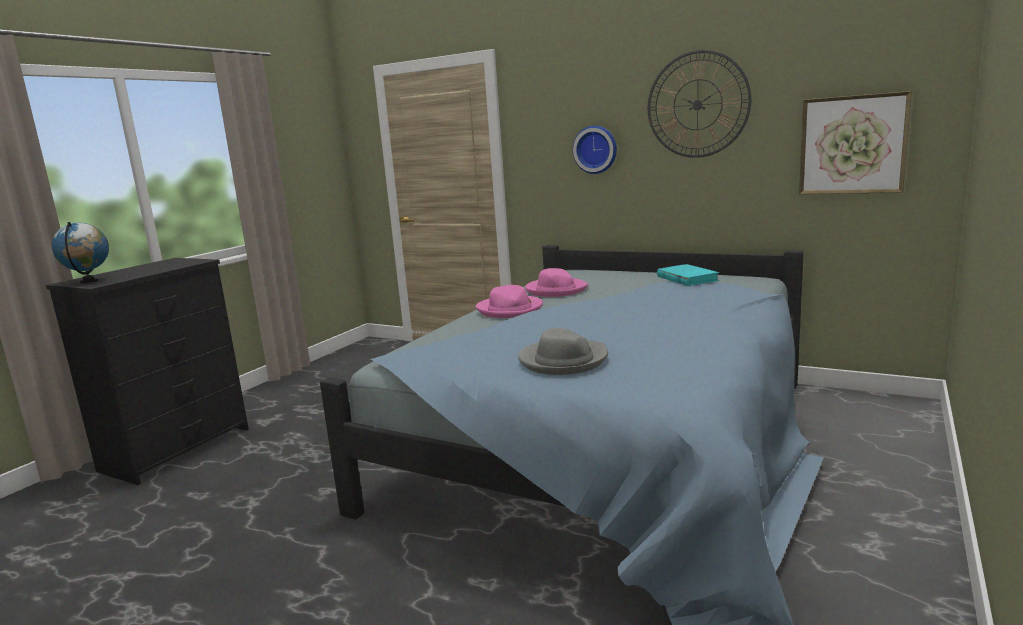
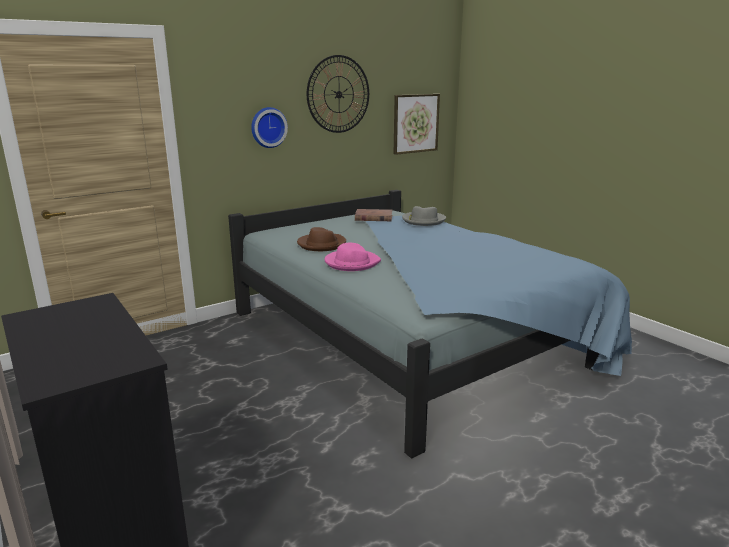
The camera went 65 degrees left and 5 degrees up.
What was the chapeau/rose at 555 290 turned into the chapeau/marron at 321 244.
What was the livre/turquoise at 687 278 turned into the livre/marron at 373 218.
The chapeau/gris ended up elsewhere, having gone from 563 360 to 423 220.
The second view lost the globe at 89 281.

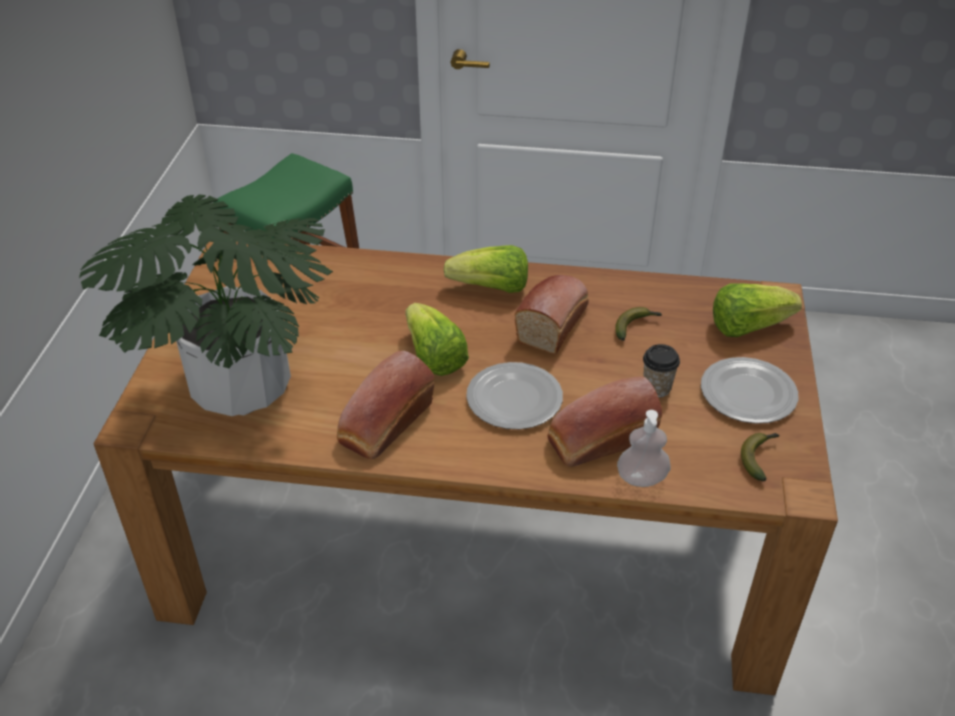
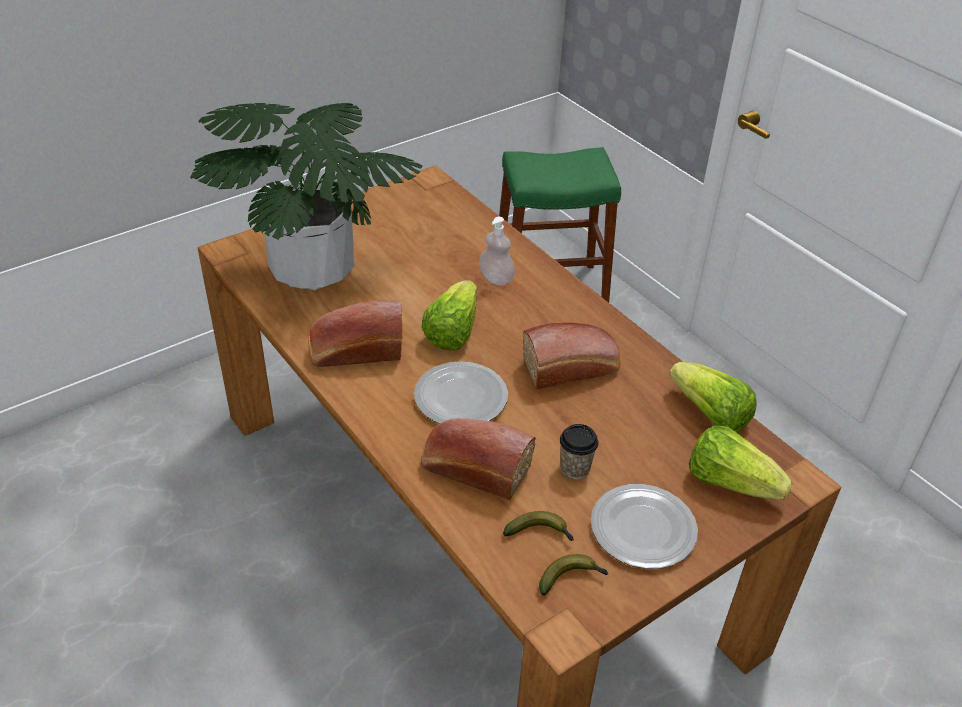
The camera went 45 degrees right and 0 degrees up.
The distributeur de savon ended up elsewhere, having gone from 641 478 to 496 279.
The banane ended up elsewhere, having gone from 635 326 to 540 533.
The laitue ended up elsewhere, having gone from 491 288 to 709 414.

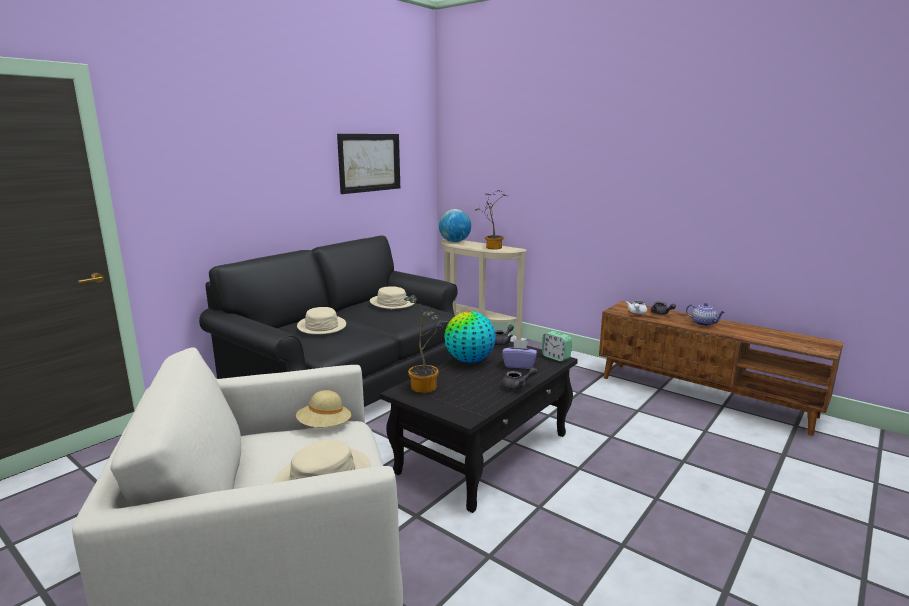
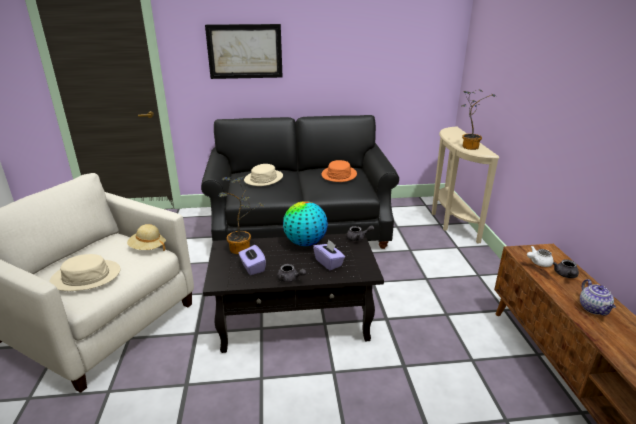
The camera went 45 degrees right and 10 degrees up.
The tableau ended up elsewhere, having gone from 369 162 to 245 51.
The second view gained the boîte à mouchoirs/violet at 252 267.
What was the chapeau/beige at 392 303 turned into the chapeau/orange at 339 175.
The second view lost the globe at 454 242.
The second view lost the réveil at 556 357.

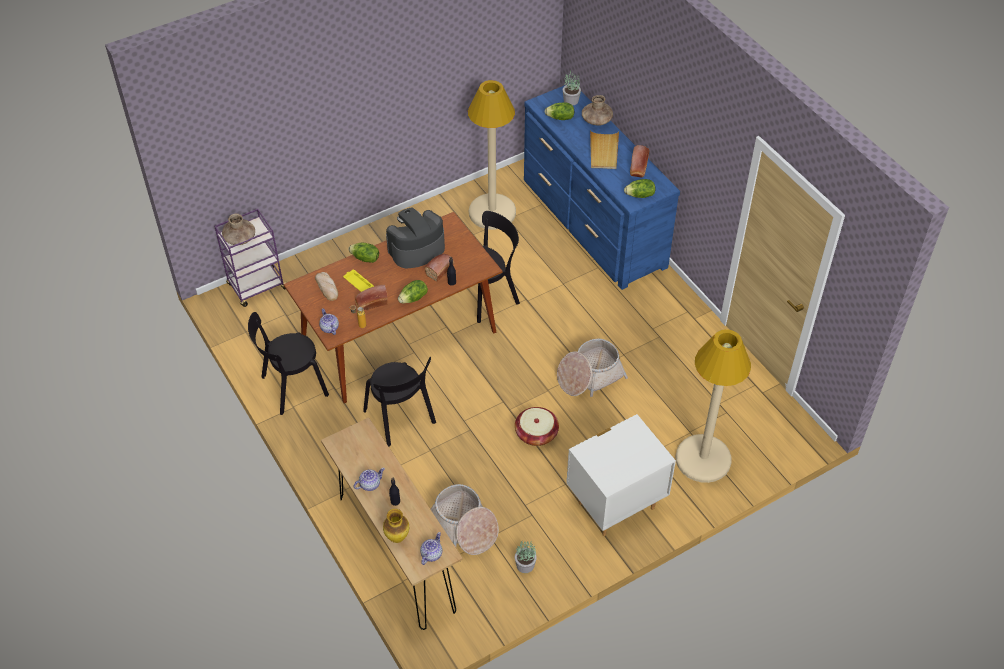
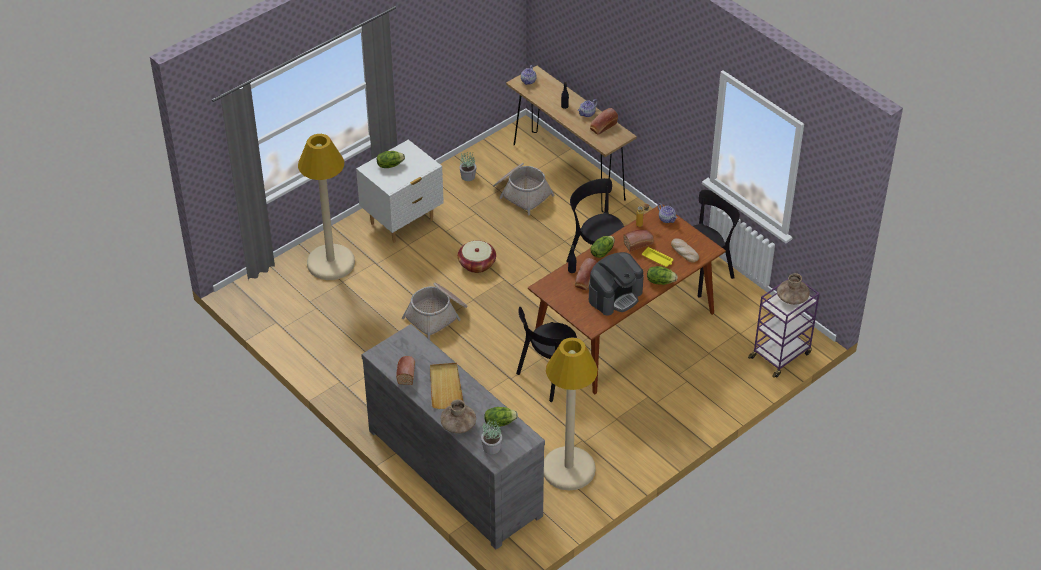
The camera went 170 degrees right and 5 degrees down.
What was the commode/bleu at 593 223 turned into the commode/gris at 455 471.
The laitue ended up elsewhere, having gone from 640 195 to 390 165.
The second view gained the pain at 602 127.
The second view lost the vase at 397 538.

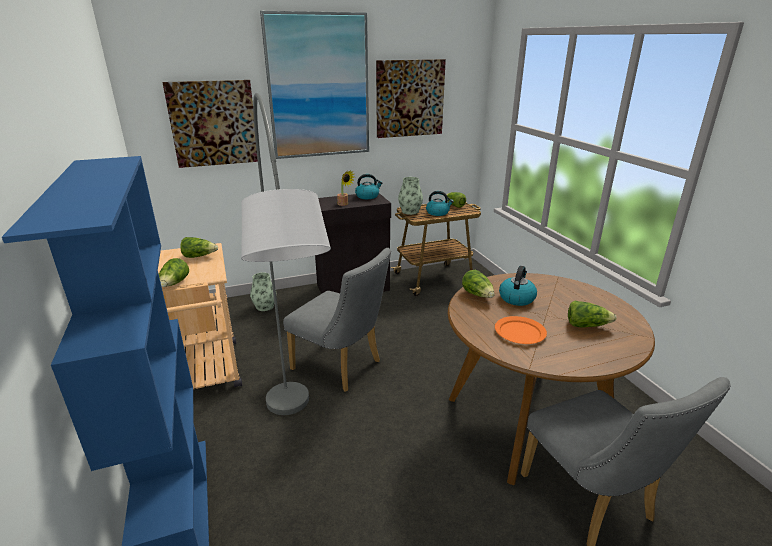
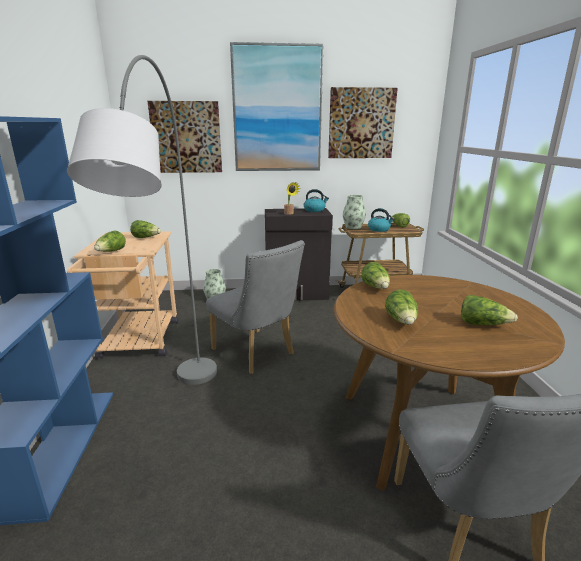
The camera went 15 degrees right and 5 degrees down.
Where the assiette/orange stood at 520 332, the laitue came to stand at 402 321.
The second view lost the bouilloire at 516 298.

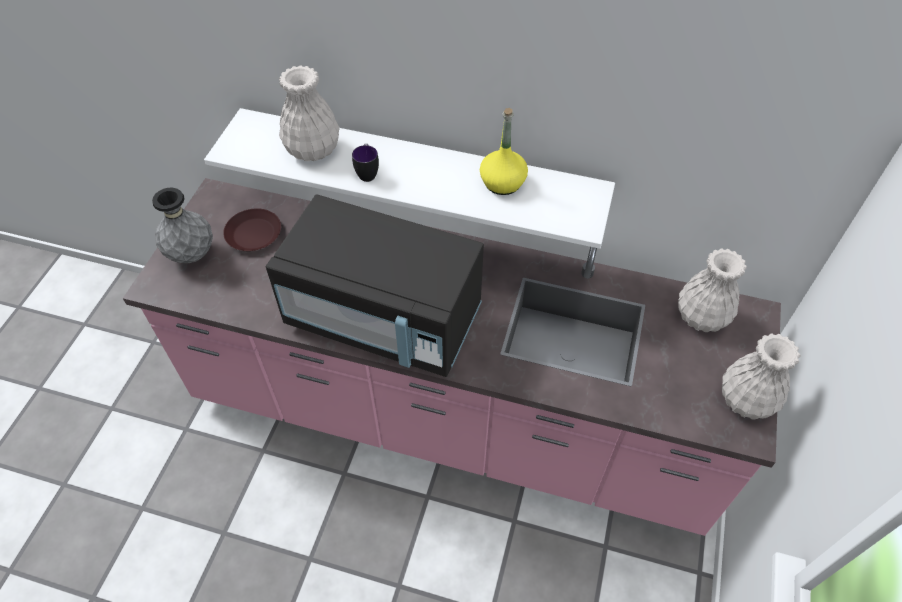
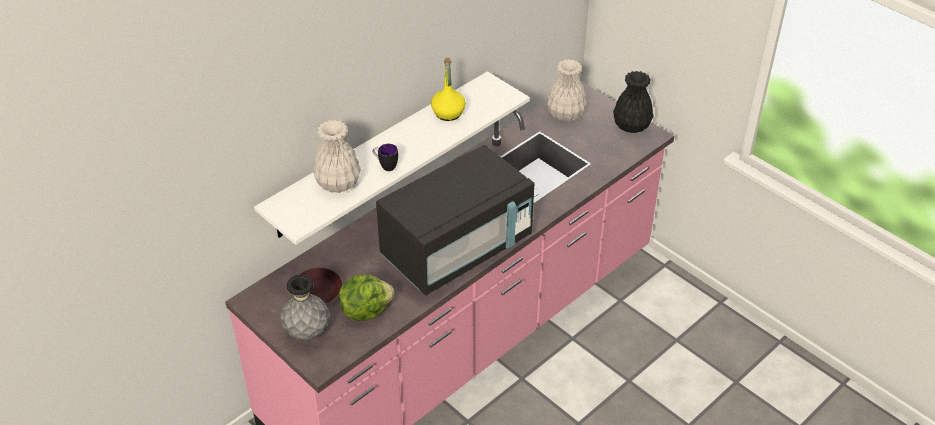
The camera went 60 degrees left and 10 degrees down.
The second view gained the laitue at 365 310.
What was the vase/blanc at 746 399 turned into the vase/noir at 631 125.

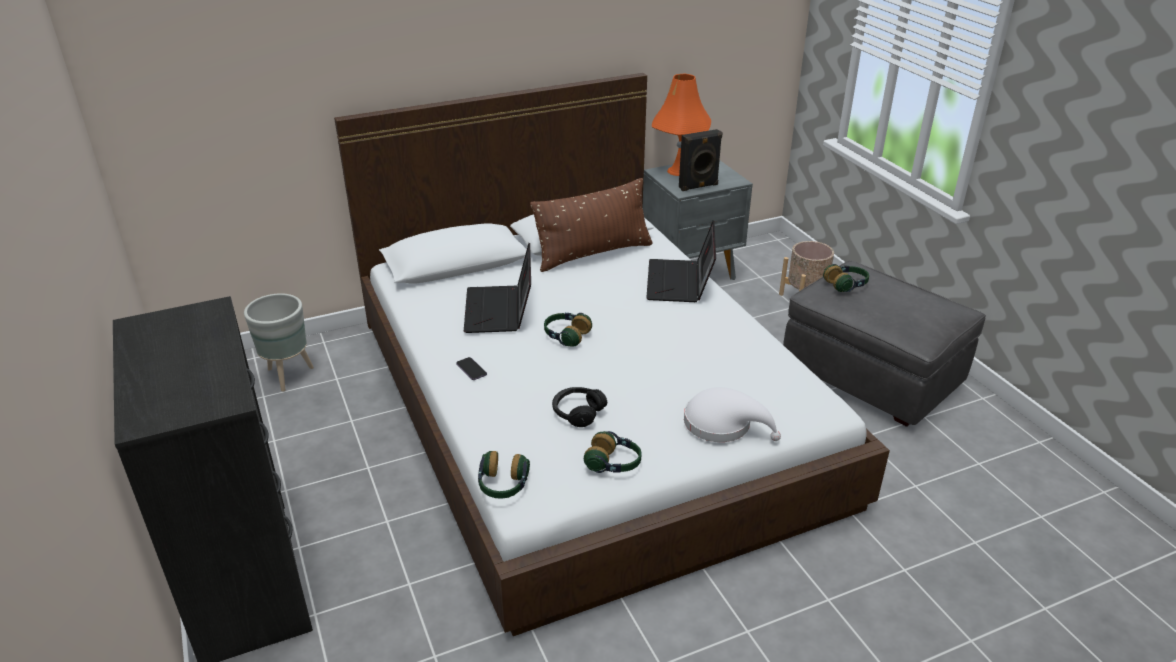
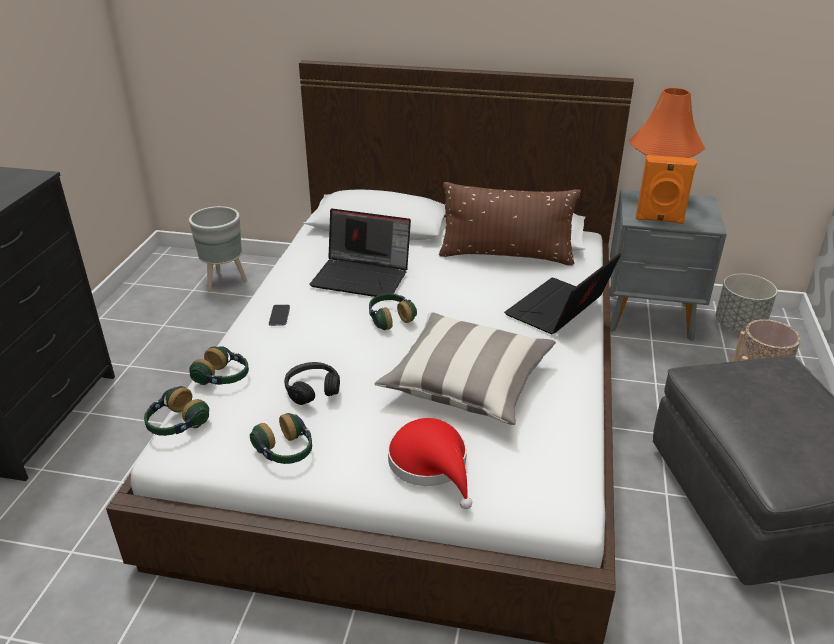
The camera went 35 degrees right and 0 degrees up.
The casque audio ended up elsewhere, having gone from 846 285 to 223 378.
The ordinateur portable at 500 311 ended up facing another way, 105 degrees counterclockwise from before.
The second view gained the coussin at 467 383.
What was the chapeau/blanc at 723 424 turned into the chapeau/rouge at 431 465.
What was the enceinte/noir at 698 186 turned into the enceinte/orange at 659 220.
The second view gained the cache-pot/gris at 739 325.

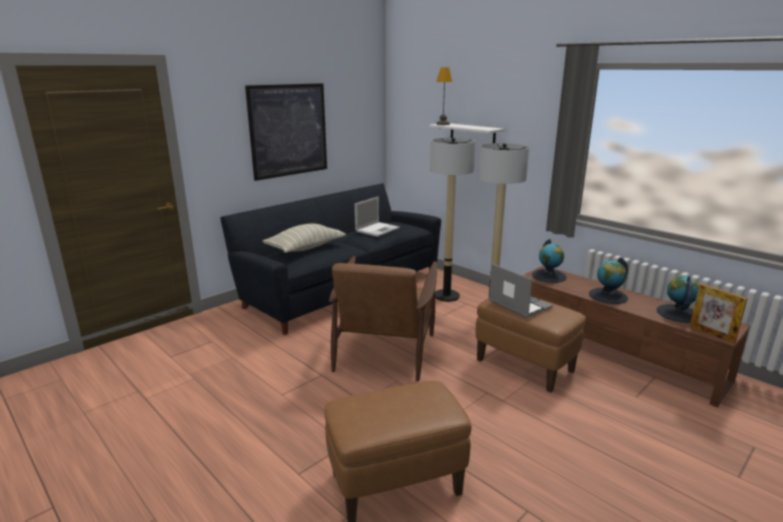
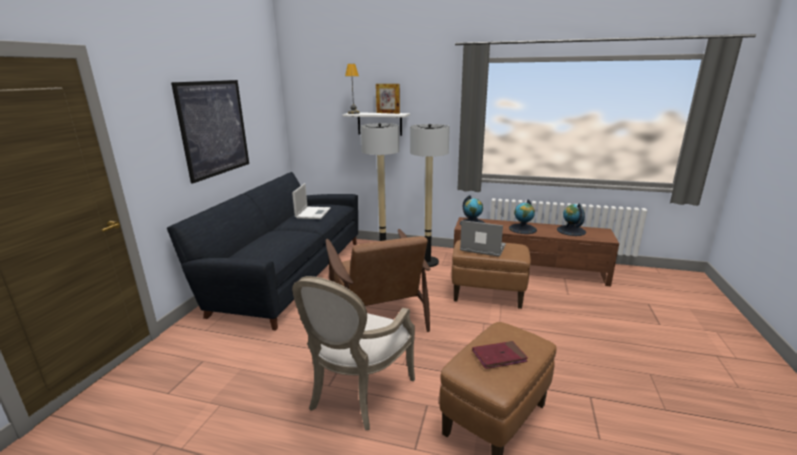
The camera went 30 degrees left and 0 degrees up.
The second view gained the fauteuil at 355 394.
The cadre photo ended up elsewhere, having gone from 711 334 to 388 113.
The second view gained the livre/rouge at 499 357.
The second view lost the coussin at 305 248.

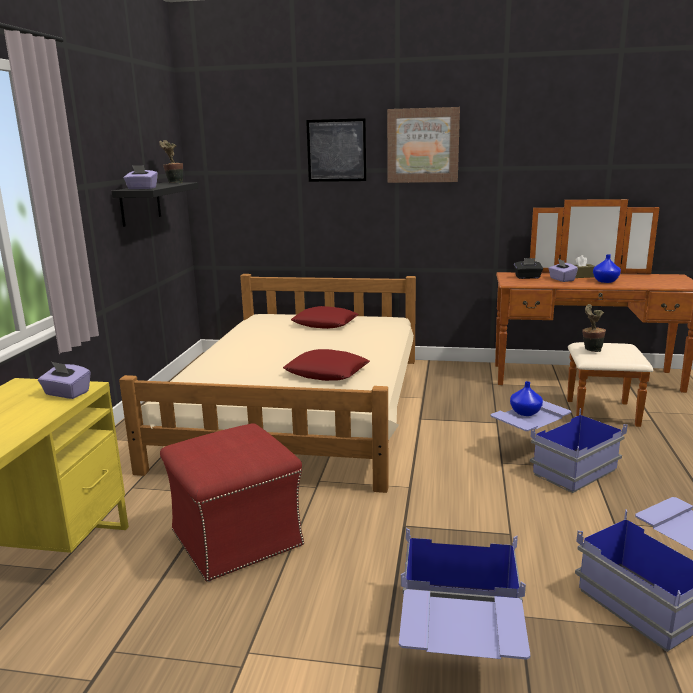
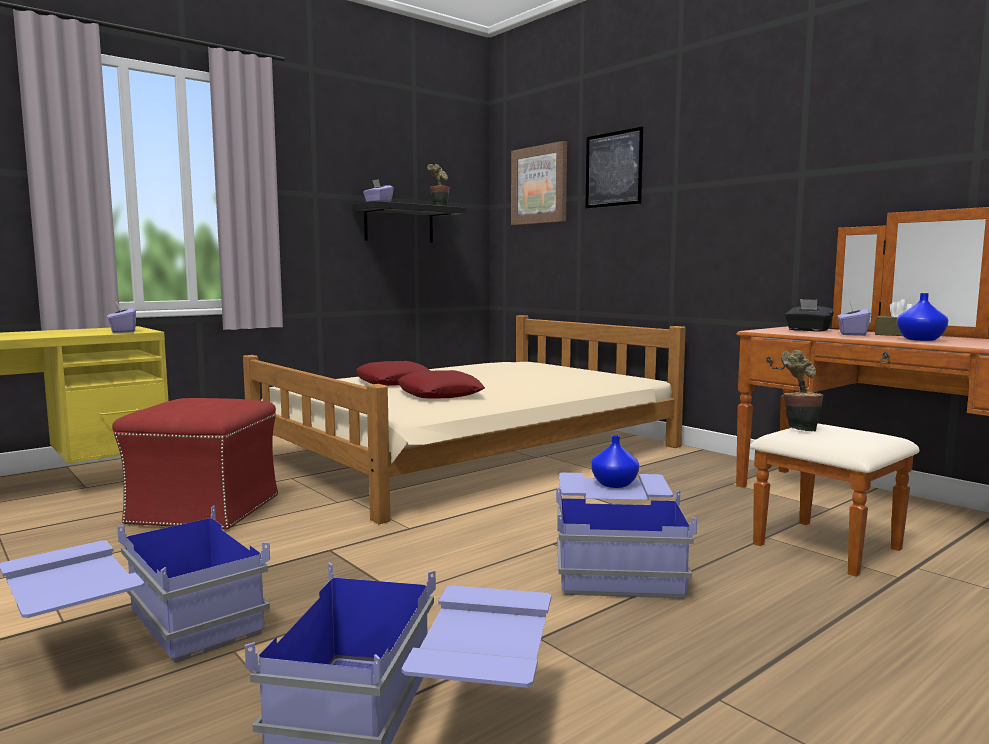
The camera went 40 degrees right and 10 degrees down.
The coussin/rouge ended up elsewhere, having gone from 325 323 to 394 382.
The tableau ended up elsewhere, having gone from 423 145 to 539 185.

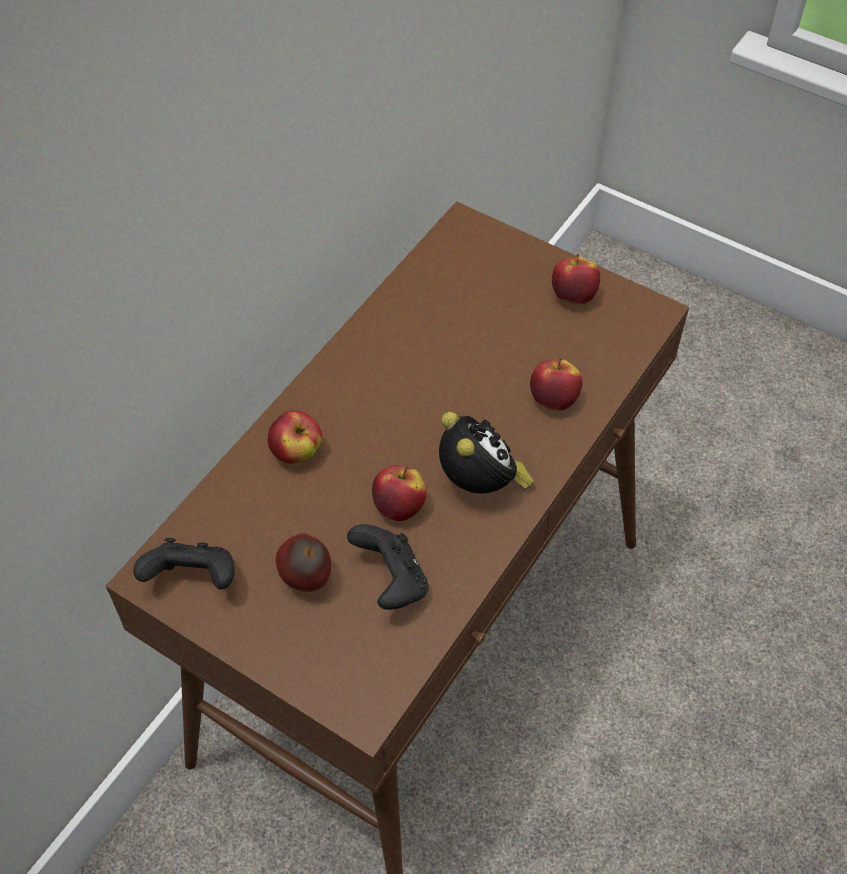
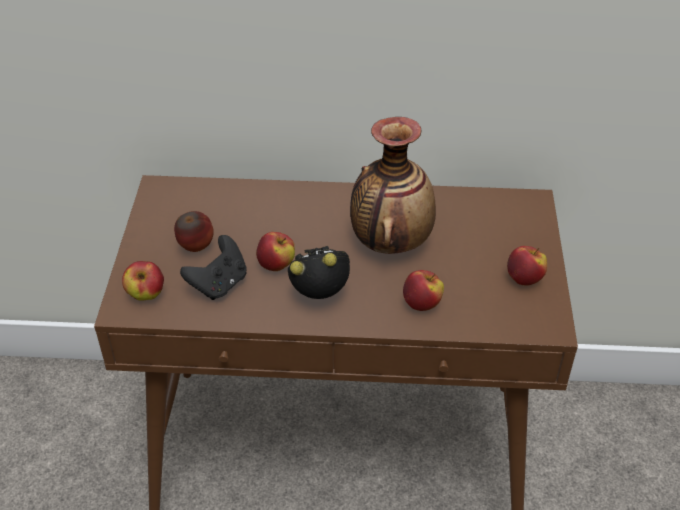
The camera went 60 degrees right and 10 degrees down.
The pomme ended up elsewhere, having gone from 296 453 to 146 294.
The réveil at 481 485 ended up facing another way, 135 degrees counterclockwise from before.
The second view gained the vase at 390 241.
The second view lost the manette/noir at 193 579.

